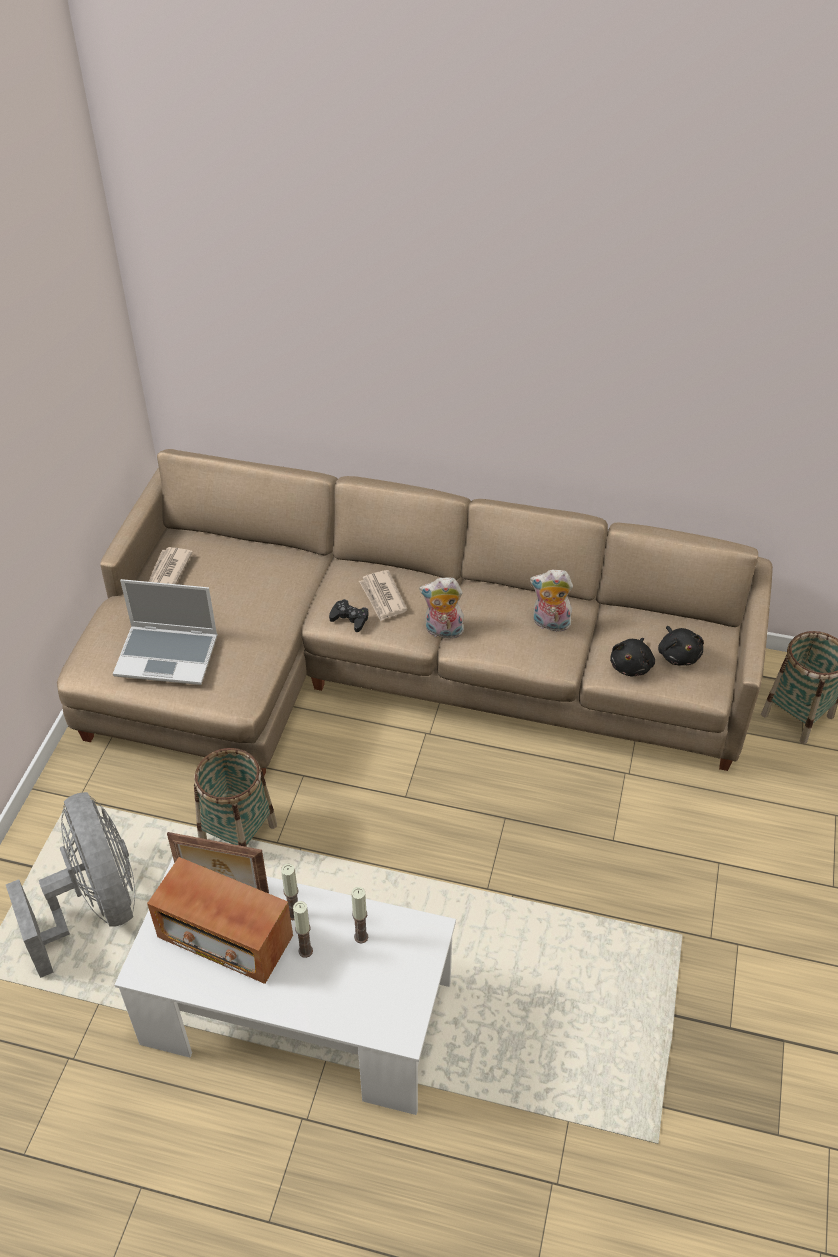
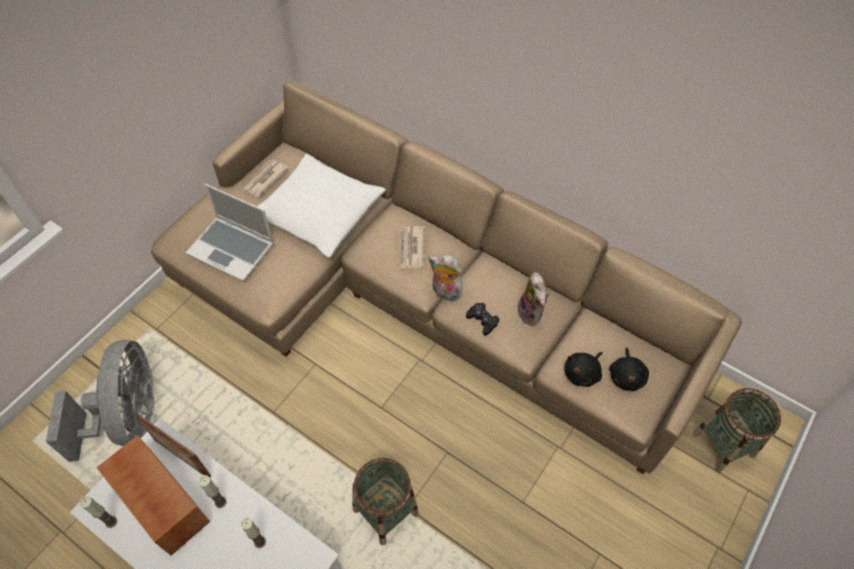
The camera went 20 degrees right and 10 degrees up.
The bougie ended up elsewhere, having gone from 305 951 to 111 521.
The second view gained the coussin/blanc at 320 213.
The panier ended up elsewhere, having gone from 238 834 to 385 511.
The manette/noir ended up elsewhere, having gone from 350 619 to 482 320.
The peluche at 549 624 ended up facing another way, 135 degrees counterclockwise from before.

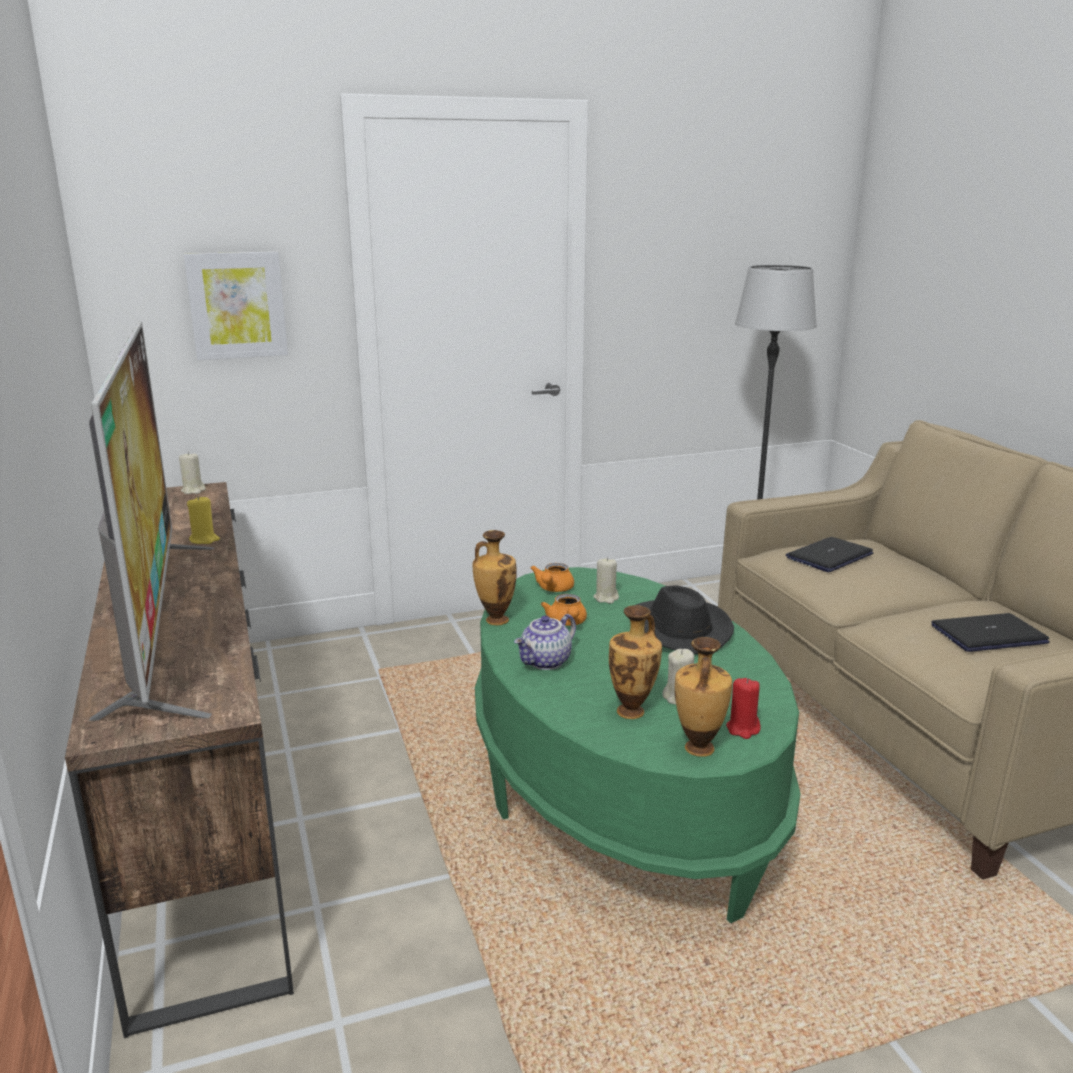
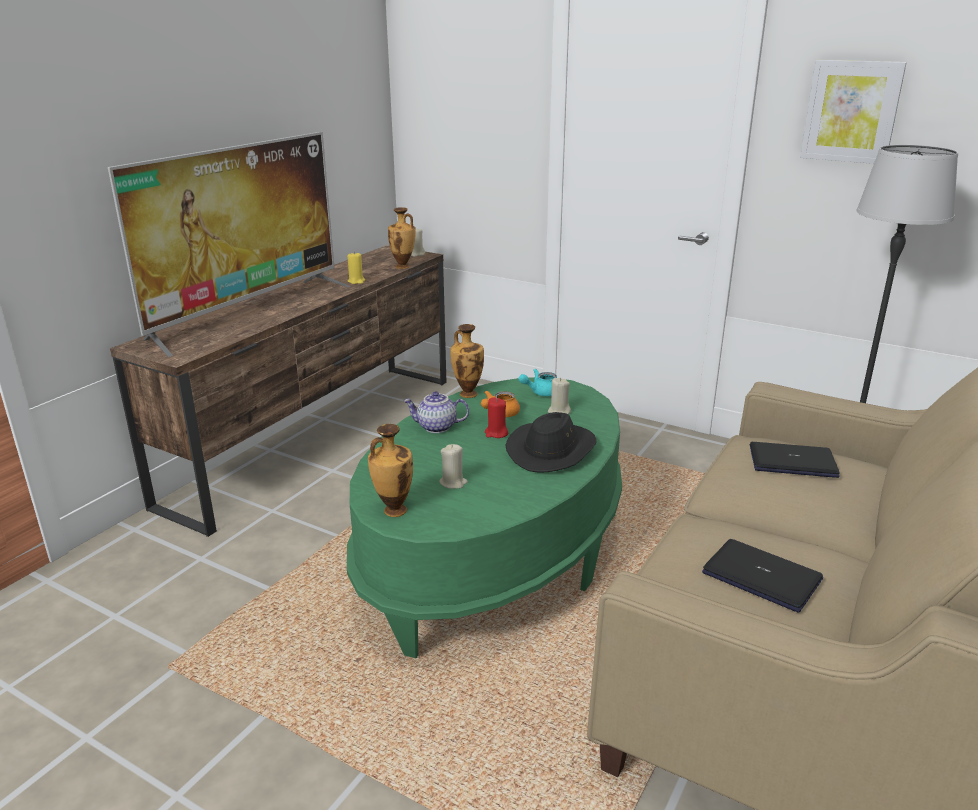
The camera went 50 degrees right and 5 degrees up.
The vase ended up elsewhere, having gone from 632 711 to 403 267.
The bougie/rouge ended up elsewhere, having gone from 743 729 to 496 433.
What was the théière/orange at 553 589 turned into the théière/turquoise at 541 392.
The tableau ended up elsewhere, having gone from 237 305 to 851 111.

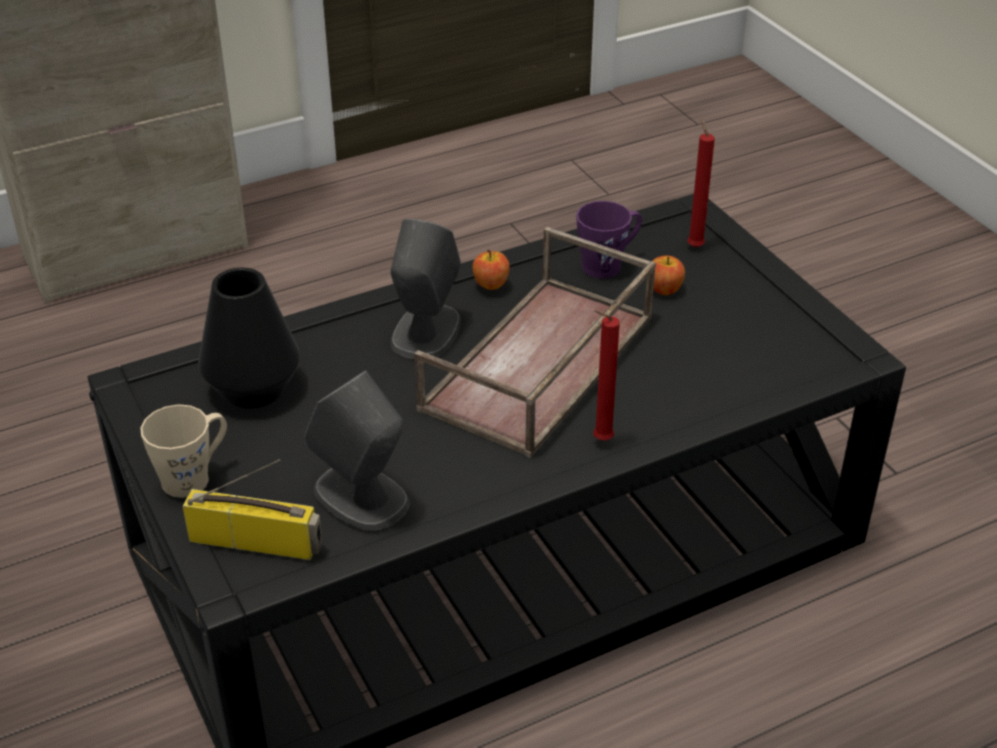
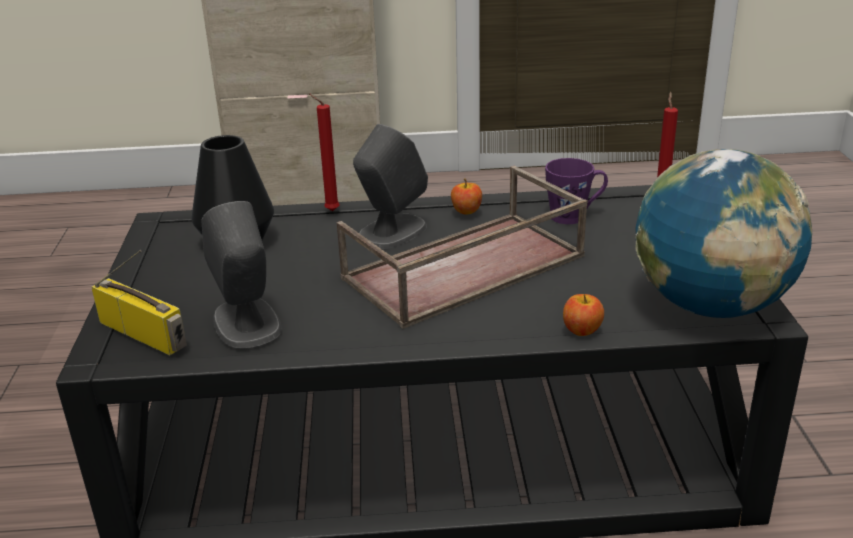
The camera went 25 degrees right and 10 degrees down.
The bougie/rouge ended up elsewhere, having gone from 599 440 to 329 211.
The pomme ended up elsewhere, having gone from 665 289 to 582 330.
The second view gained the globe at 710 306.
The second view lost the mug/beige at 194 476.

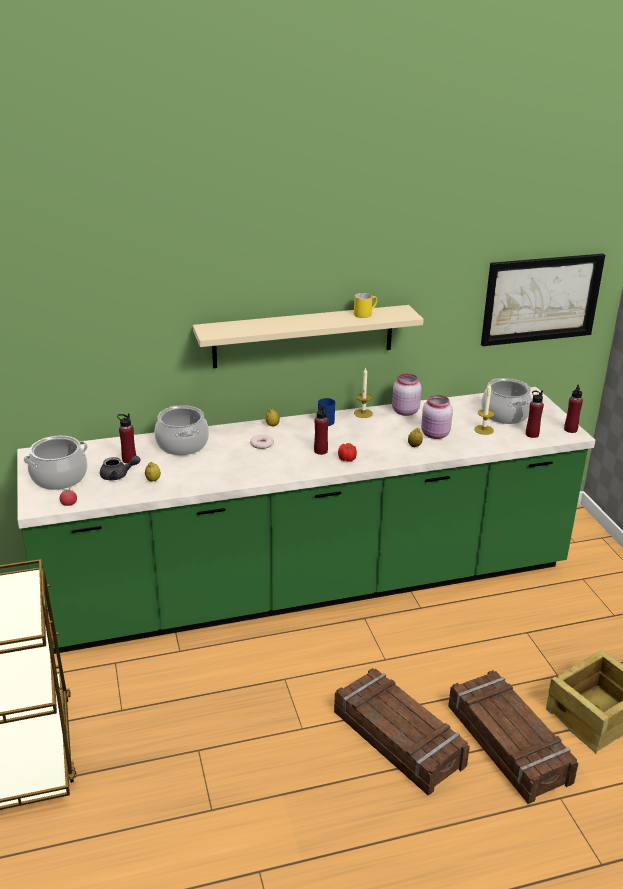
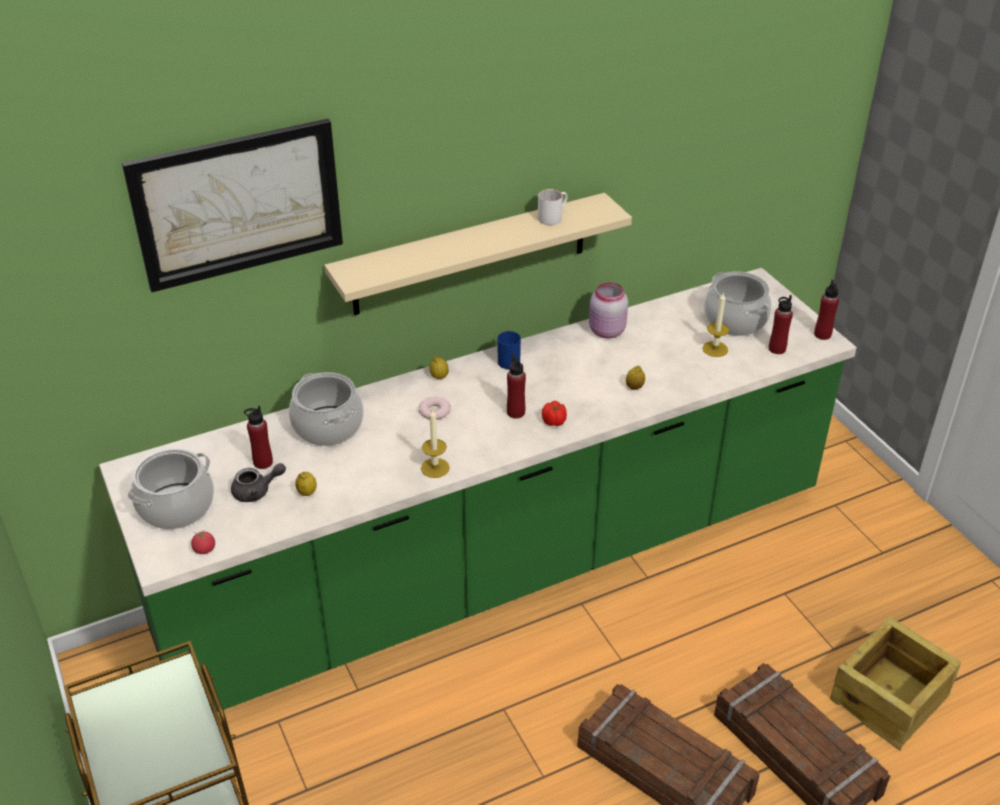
The camera went 10 degrees left and 10 degrees up.
The tableau ended up elsewhere, having gone from 541 299 to 238 204.
The bougie ended up elsewhere, having gone from 363 413 to 435 468.
What was the mug/jaune at 365 314 turned into the mug/blanc at 552 216.
The second view lost the bocal/rose at 435 435.

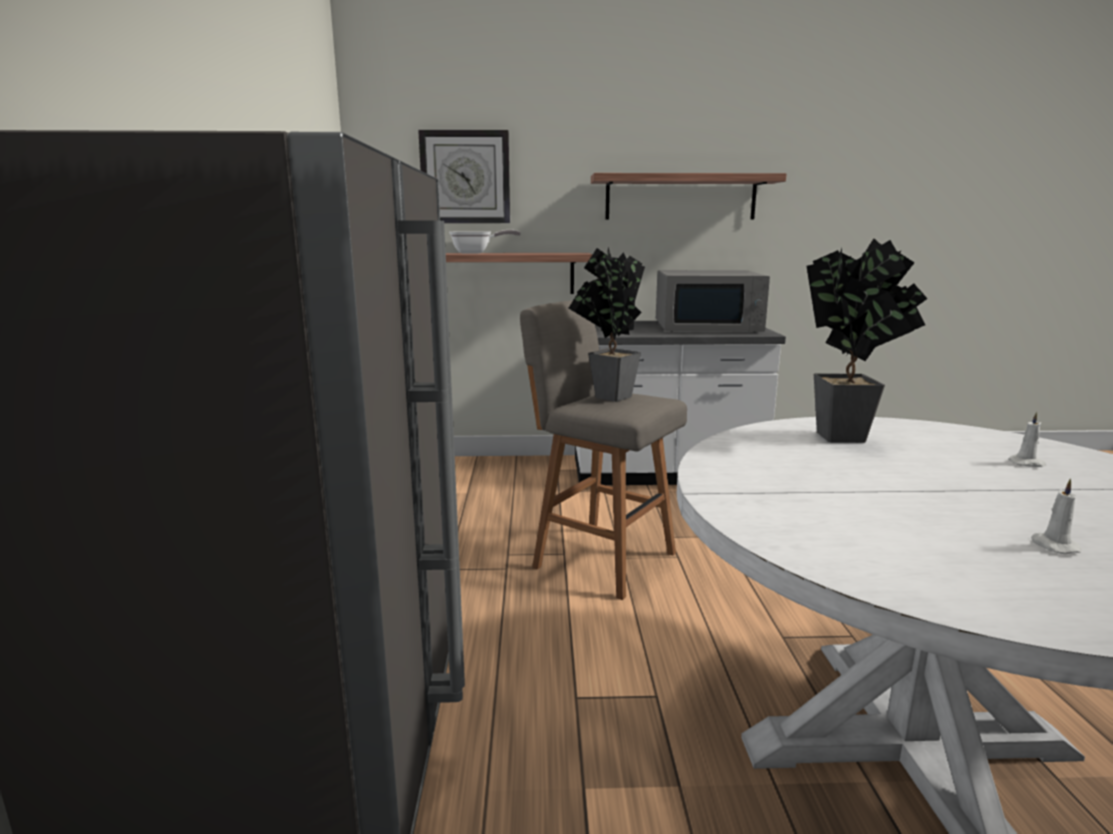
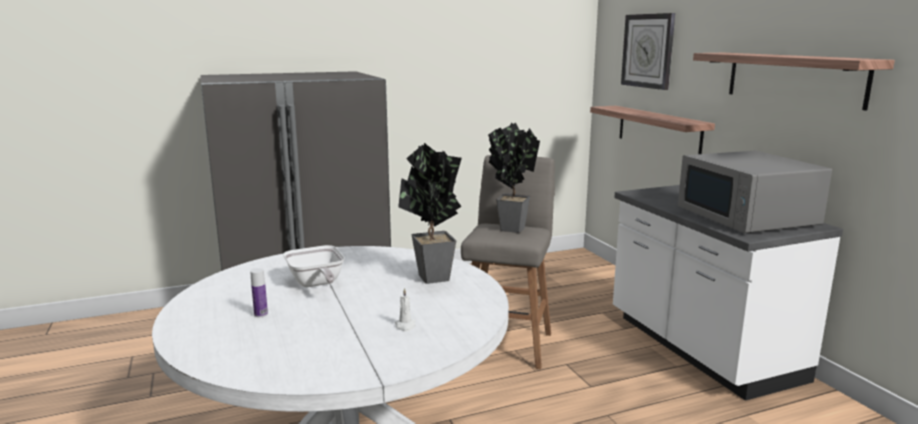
The camera went 70 degrees right and 0 degrees up.
Where the bougie/blanc stood at 1053 545, the bouteille came to stand at 261 314.
The poêle ended up elsewhere, having gone from 476 253 to 316 284.

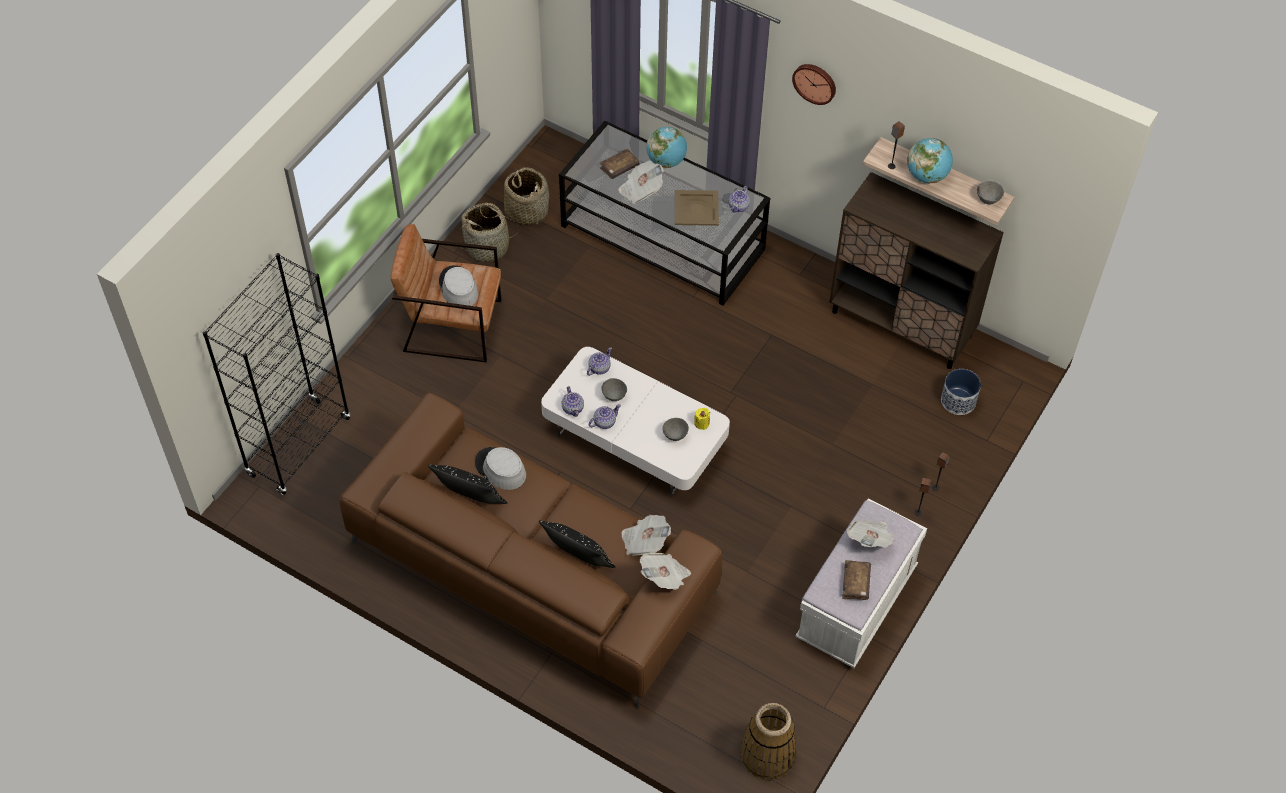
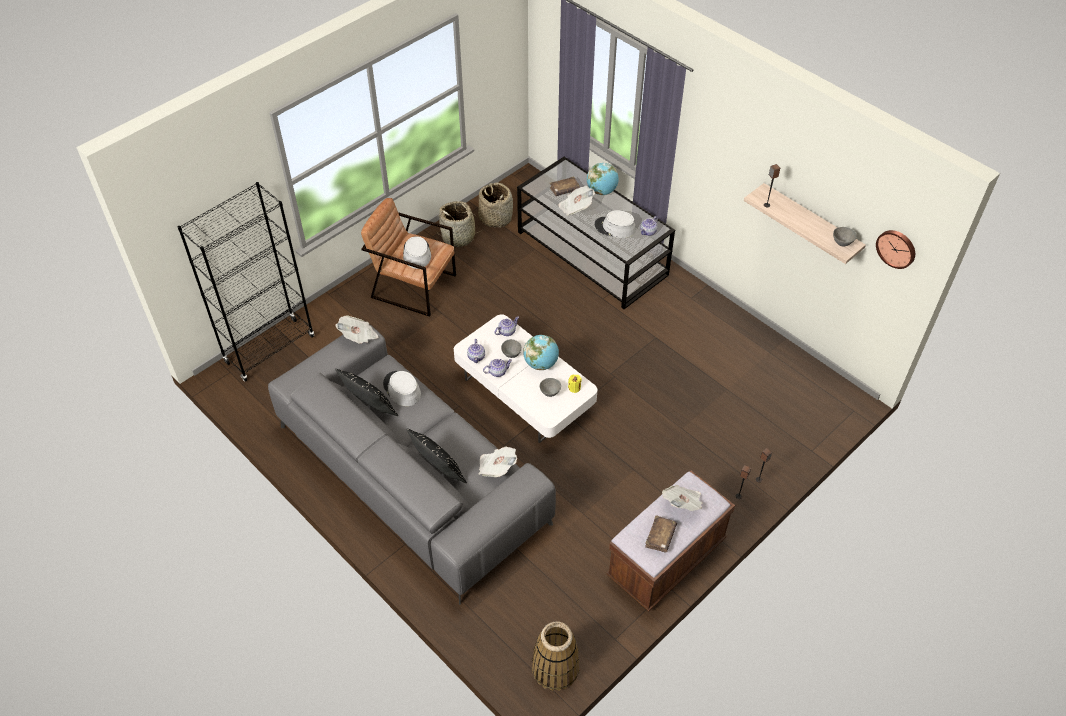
The camera went 15 degrees right and 5 degrees down.
What was the canapé/marron at 532 568 turned into the canapé/gris at 412 474.
The journal ended up elsewhere, having gone from 665 577 to 358 336.
The globe ended up elsewhere, having gone from 927 175 to 541 363.
Where the plateau/beige stood at 697 208, the chapeau/gris came to stand at 615 228.
What was the banc/blanc at 856 604 turned into the banc/marron at 666 559.
The horloge murale ended up elsewhere, having gone from 815 82 to 896 248.
The second view lost the meuble de rangement/marron at 902 324.
The second view lost the cache-pot at 958 401.

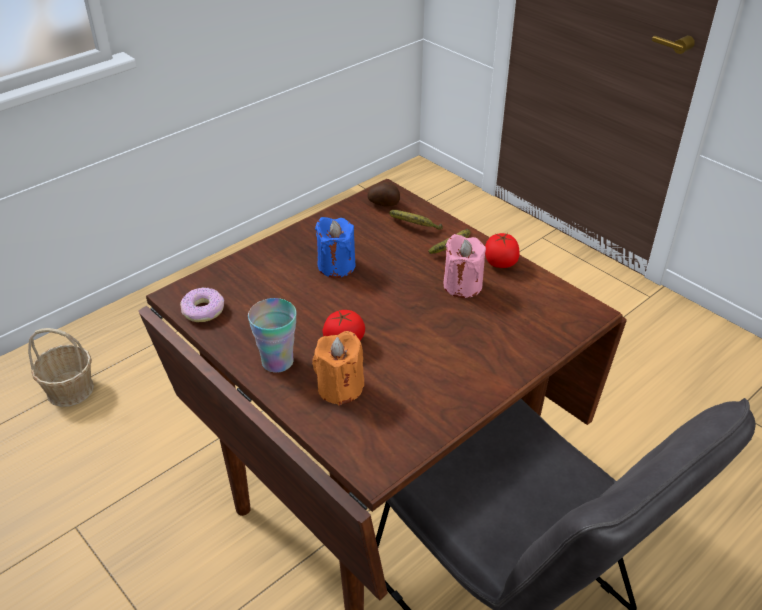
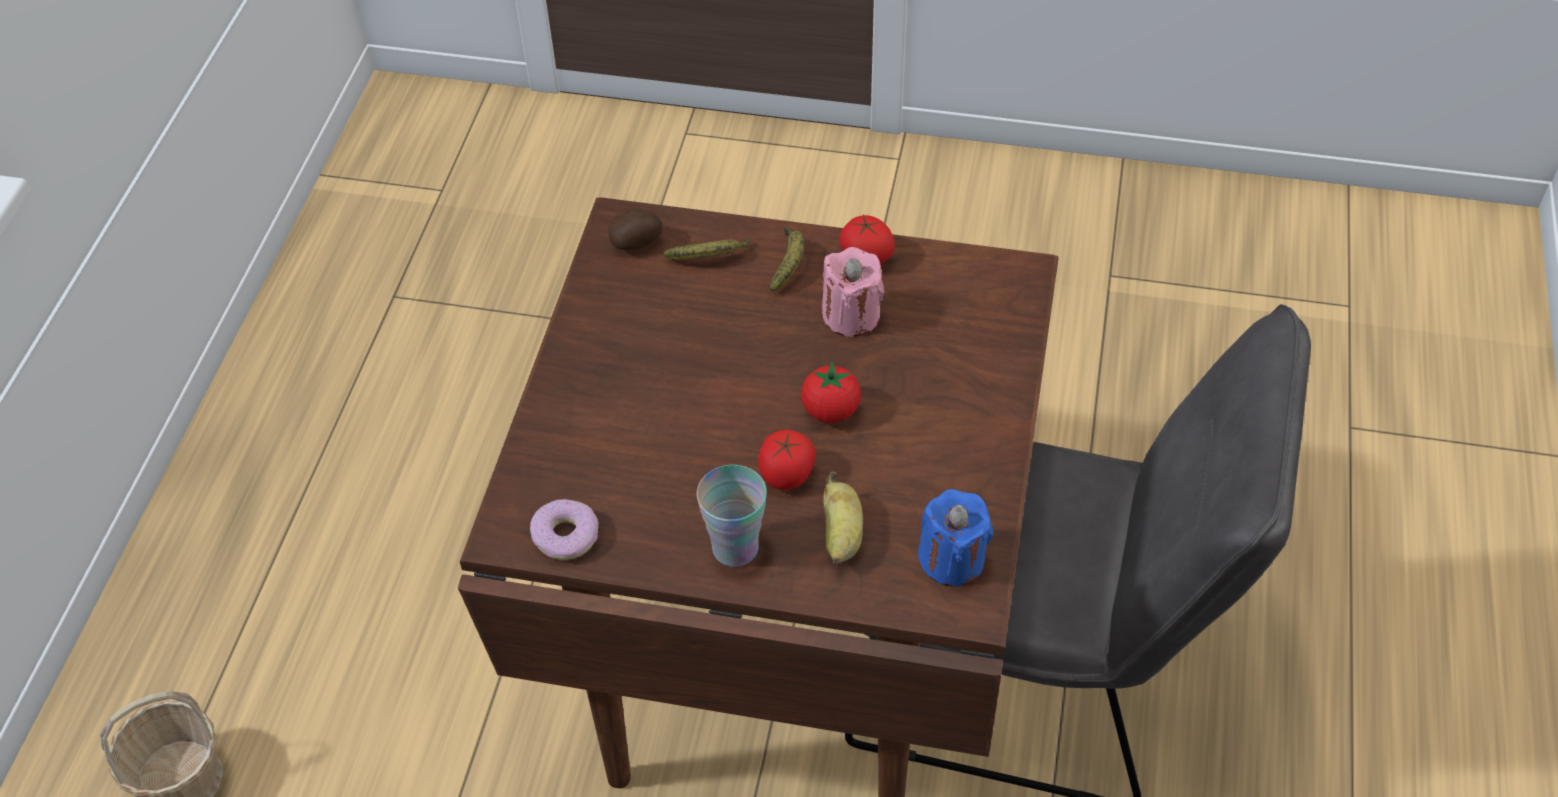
The camera went 35 degrees left and 10 degrees up.
The second view gained the tomate at 830 411.
Where the bougie/orange stood at 340 388, the banane came to stand at 841 536.
The bougie/bleu ended up elsewhere, having gone from 336 266 to 952 560.

